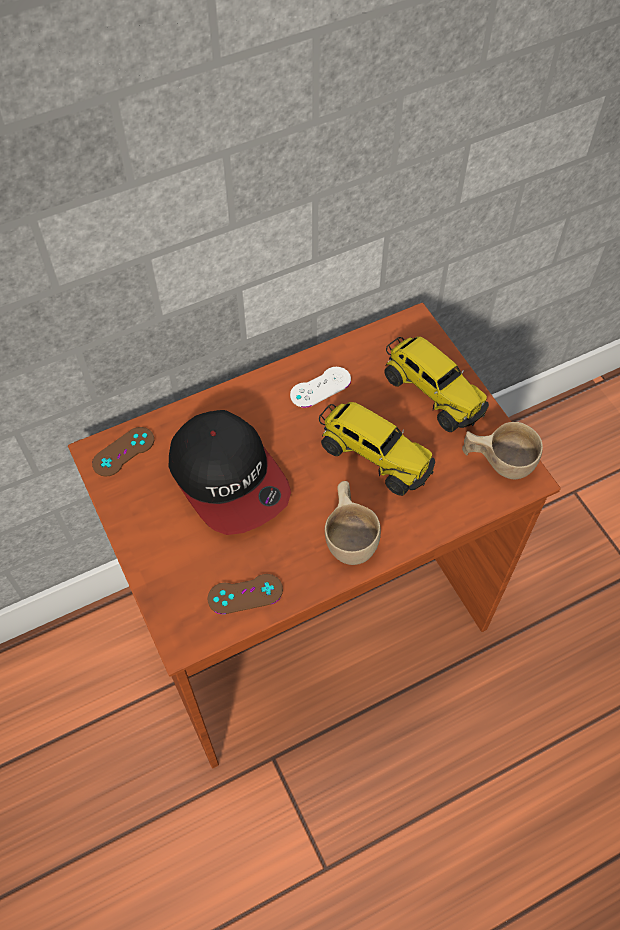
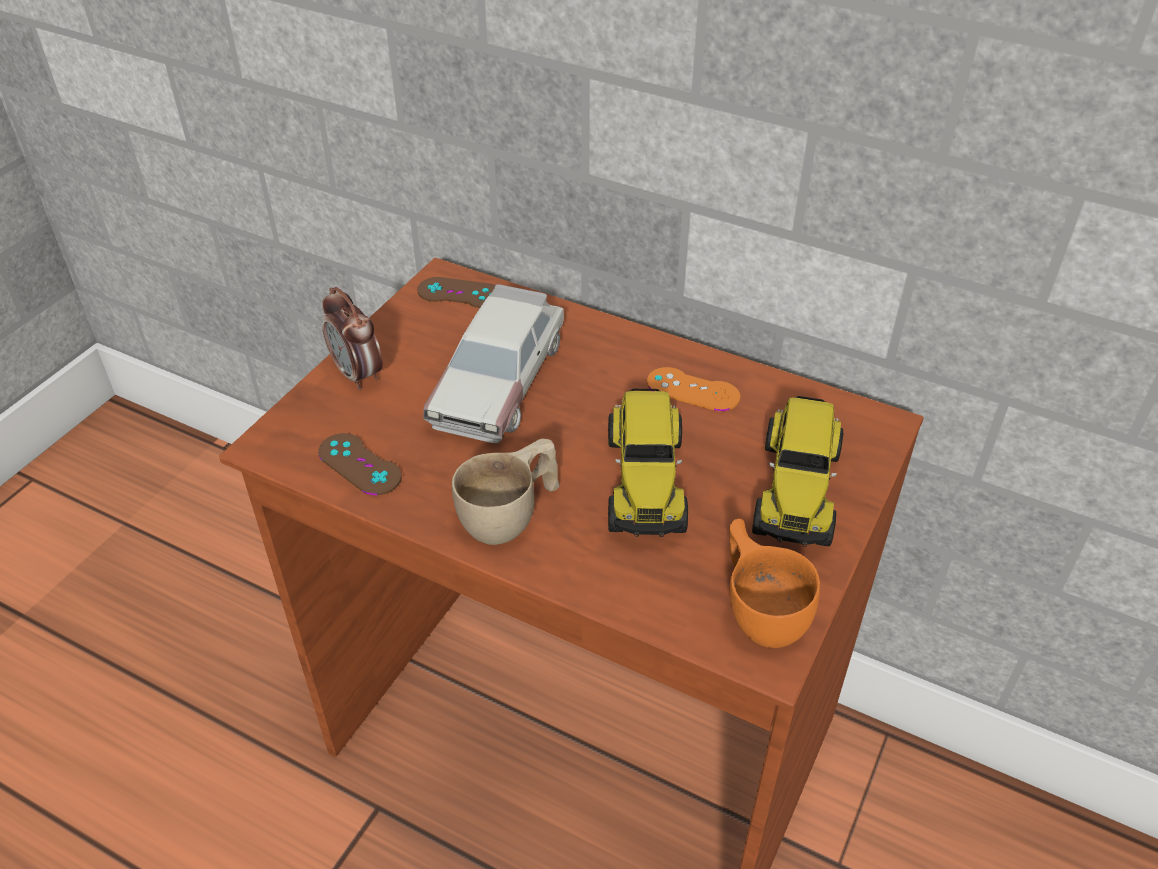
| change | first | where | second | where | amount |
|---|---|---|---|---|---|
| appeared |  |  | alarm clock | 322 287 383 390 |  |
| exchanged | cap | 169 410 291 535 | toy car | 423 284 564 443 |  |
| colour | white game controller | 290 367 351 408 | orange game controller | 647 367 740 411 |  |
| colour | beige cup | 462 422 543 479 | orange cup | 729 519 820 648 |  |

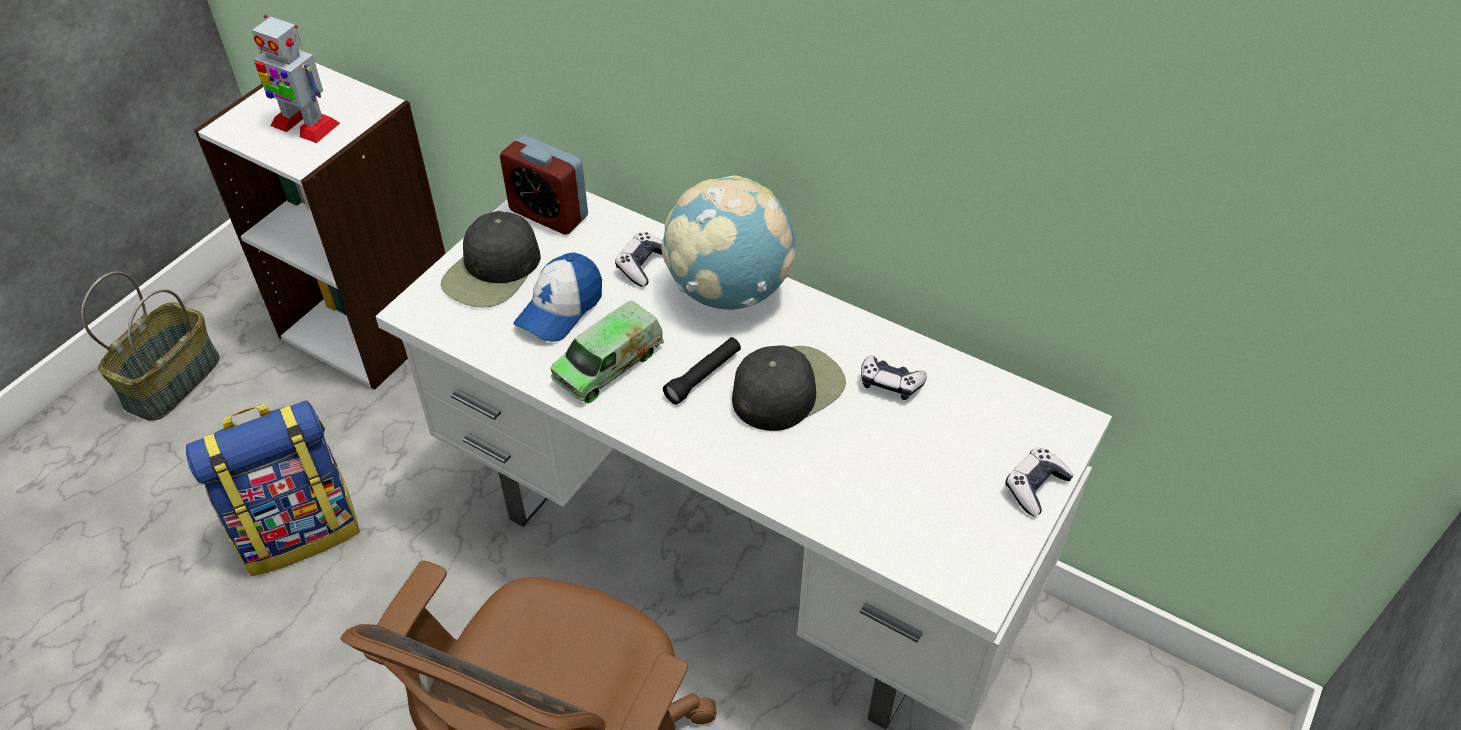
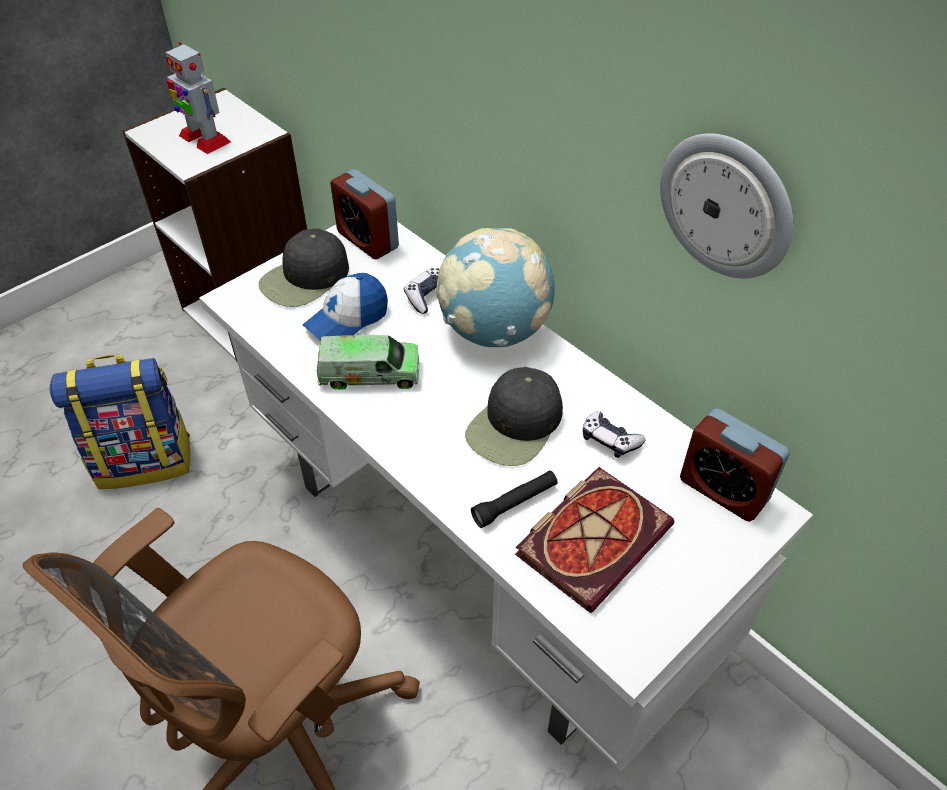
| change | first | where | second | where | amount |
|---|---|---|---|---|---|
| spun | toy truck | 550 300 664 403 |  | 317 335 419 390 | 150 degrees counterclockwise |
| spun | black cap | 732 345 846 431 |  | 465 367 563 466 | 150 degrees clockwise |
| relocated | black flashlight | 663 337 741 405 |  | 471 470 558 528 |  |
| appeared |  |  | book | 515 467 674 613 |  |
| appeared |  |  | wall clock | 660 133 793 278 |  |
| appeared |  |  | alarm clock | 680 408 789 522 |  |
| missing | basket | 81 272 220 421 |  |  |  |
| missing | game controller | 1006 447 1074 516 |  |  |  |

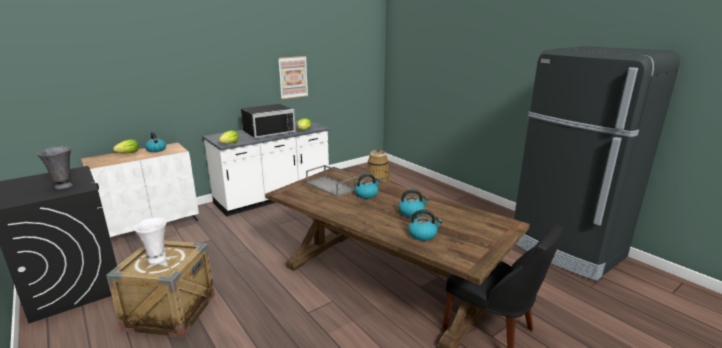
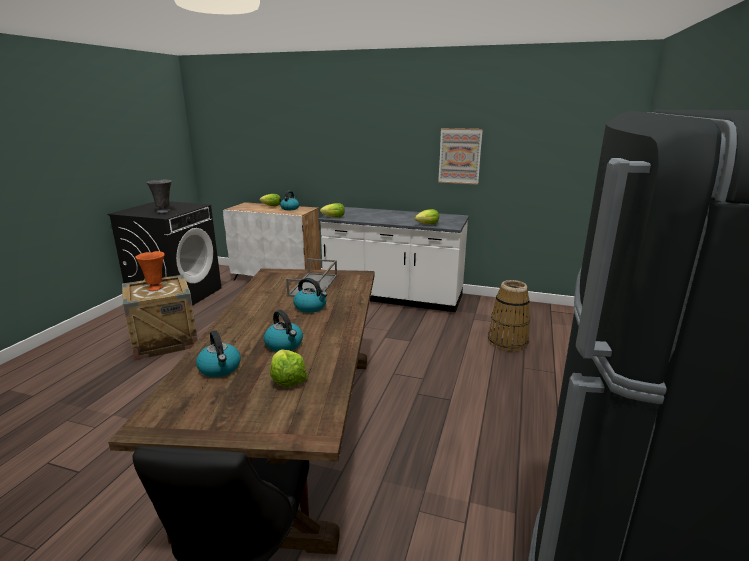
| change | first | where | second | where | amount |
|---|---|---|---|---|---|
| colour | white vase | 134 218 167 264 | orange vase | 135 251 165 291 |  |
| appeared |  |  | lettuce | 270 349 307 387 |  |
| missing | black microwave | 241 104 295 138 |  |  |  |

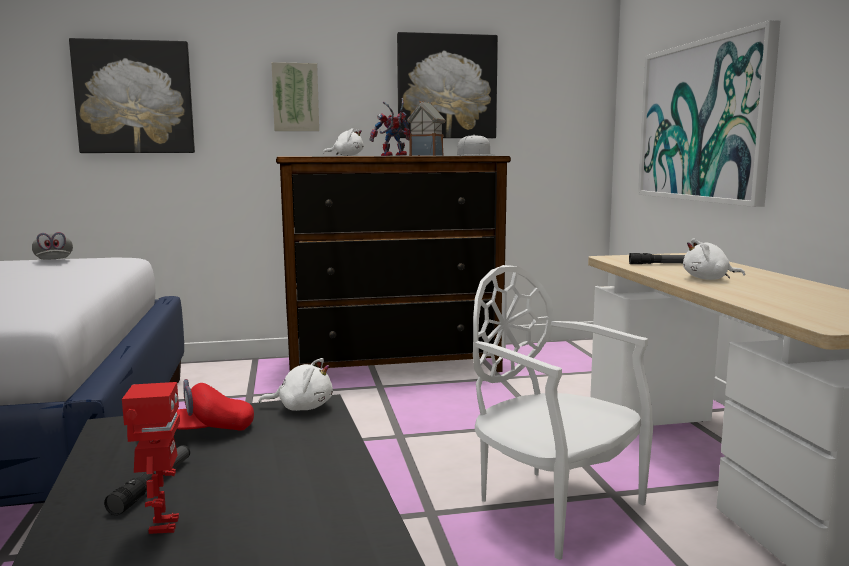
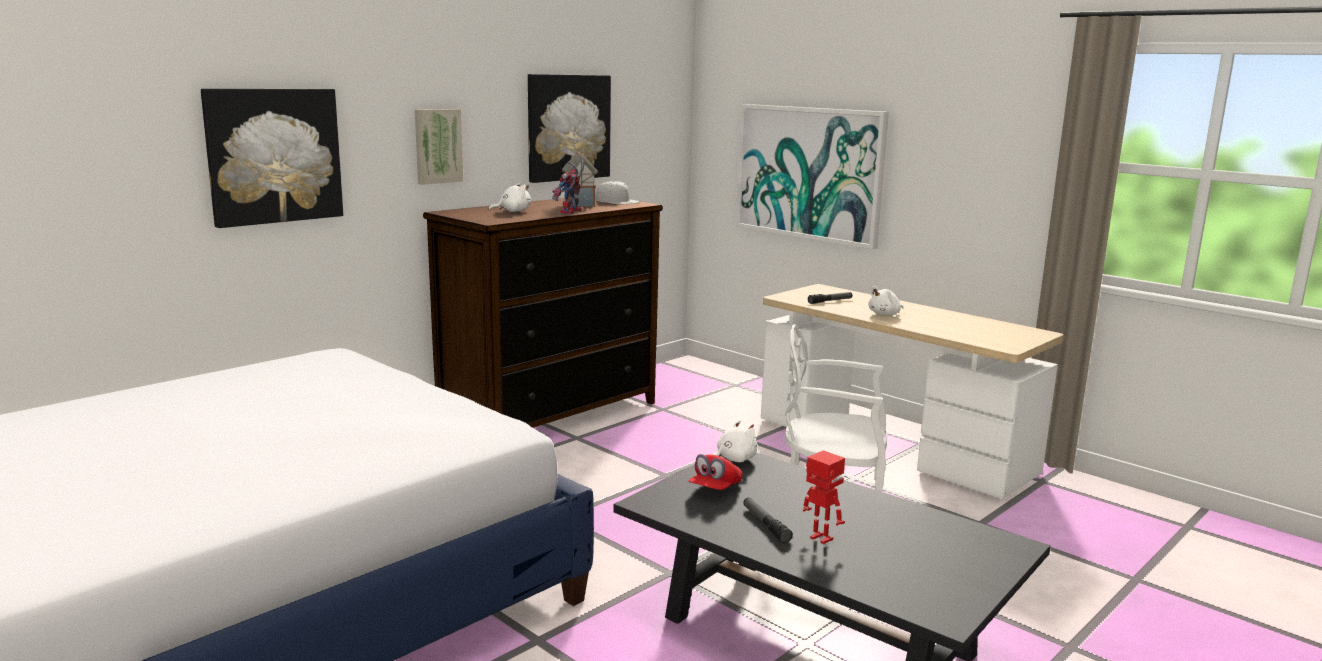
| change | first | where | second | where | amount |
|---|---|---|---|---|---|
| missing | grey cap | 32 232 73 259 |  |  |  |

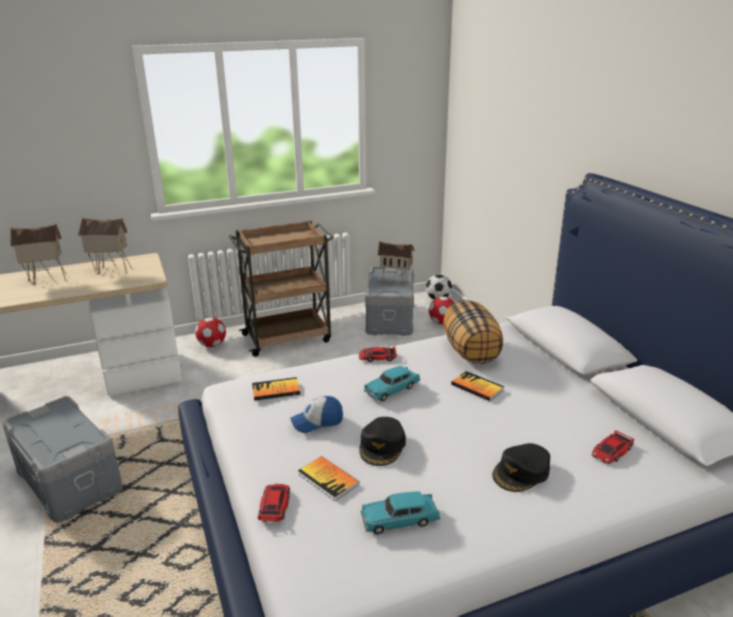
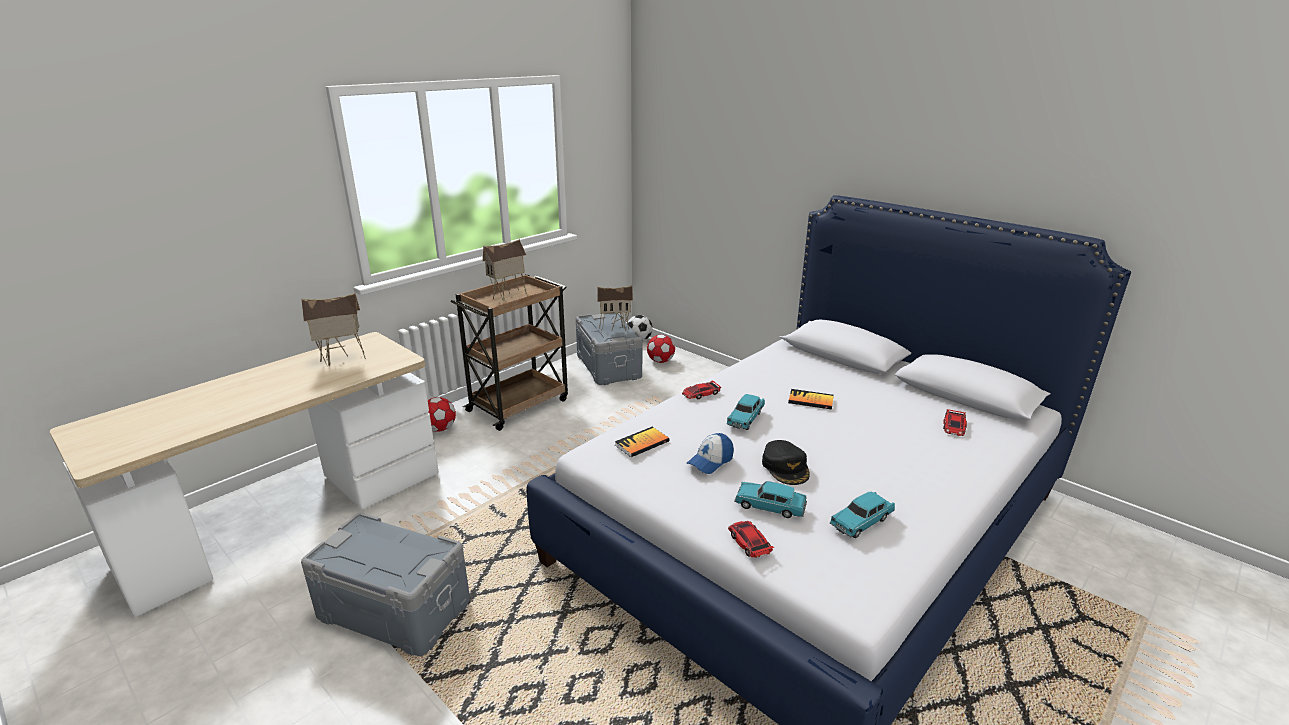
| change | first | where | second | where | amount |
|---|---|---|---|---|---|
| relocated | toy house | 10 224 67 286 |  | 483 239 527 301 |  |
| exchanged | book | 298 456 359 501 | turquoise toy car | 734 481 807 518 |  |
| missing | pillow | 443 300 503 364 |  |  |  |
| missing | black cap | 492 443 550 492 |  |  |  |

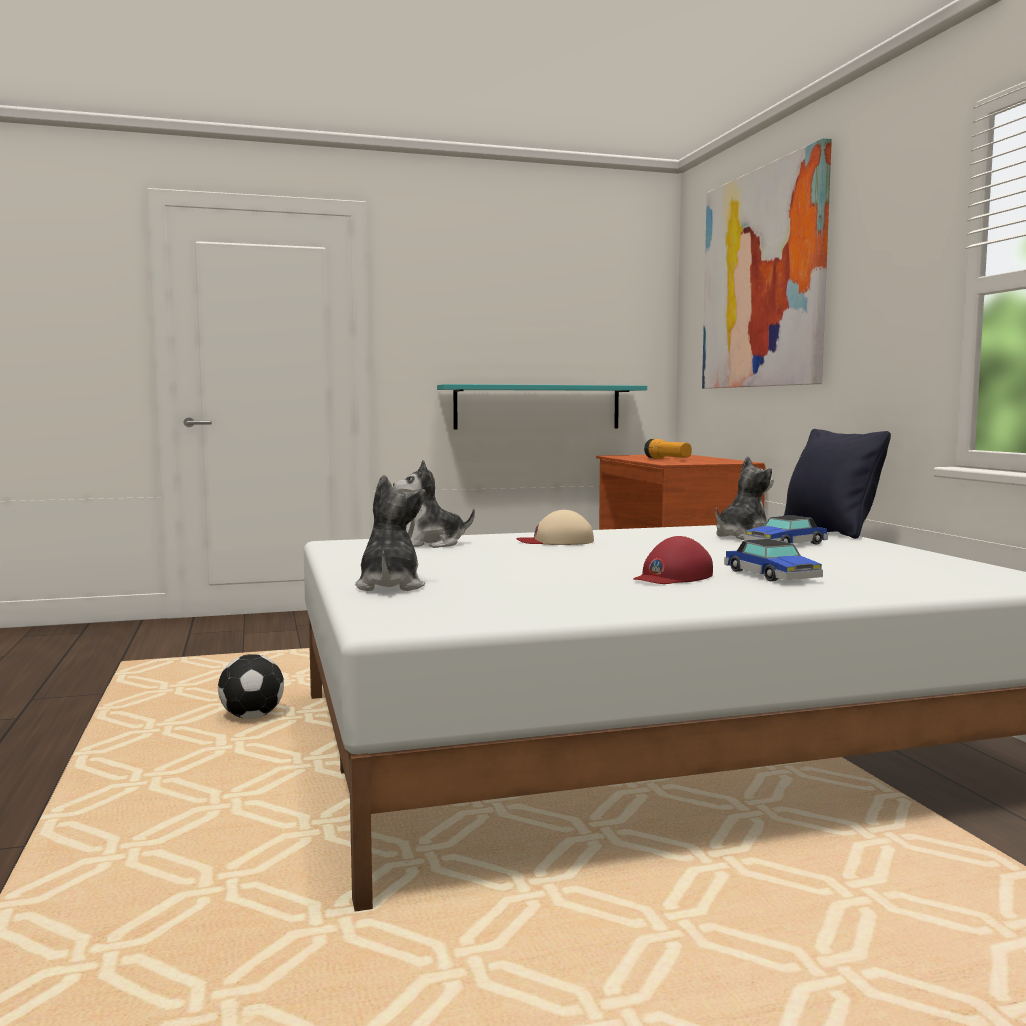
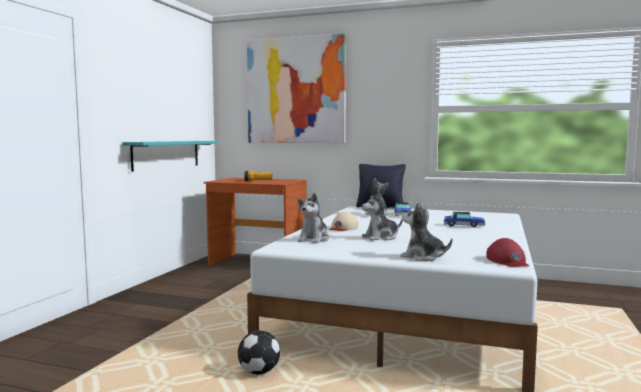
| change | first | where | second | where | amount |
|---|---|---|---|---|---|
| appeared |  |  | plush toy | 361 192 403 241 |  |
| relocated | red cap | 633 536 713 584 |  | 486 238 529 267 |  |

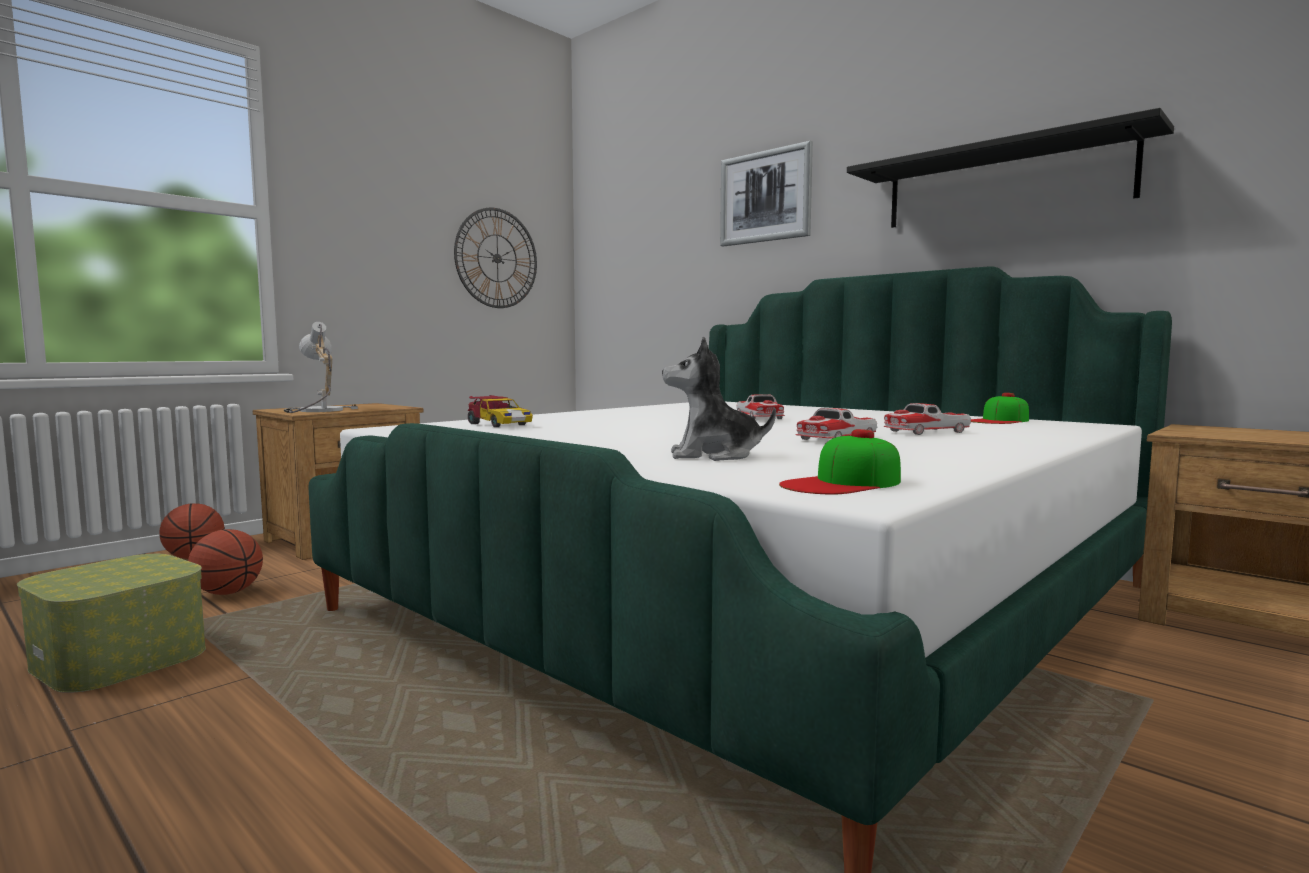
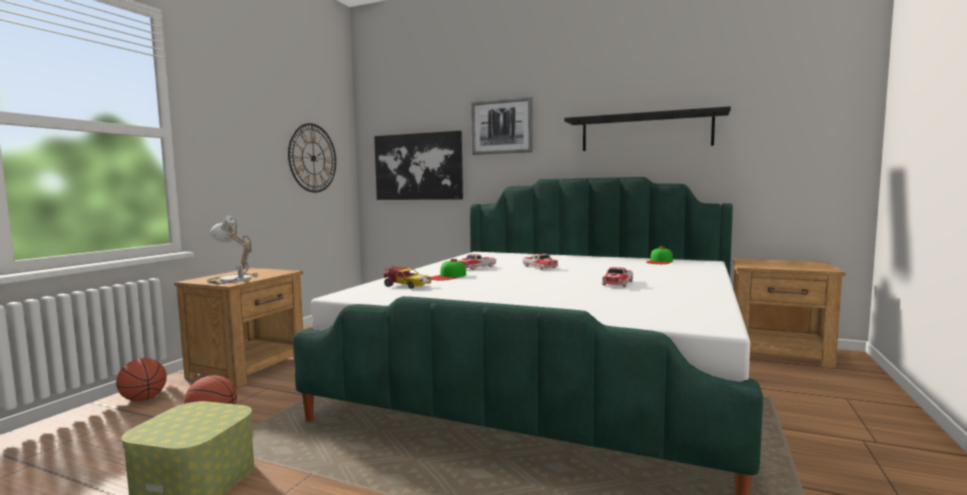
| change | first | where | second | where | amount |
|---|---|---|---|---|---|
| appeared |  |  | picture | 374 131 463 200 |  |
| relocated | cap | 779 429 901 494 |  | 431 259 466 281 |  |
| relocated | toy car | 883 403 971 435 |  | 458 254 496 270 |  |
| missing | plush toy | 662 336 776 461 |  |  |  |

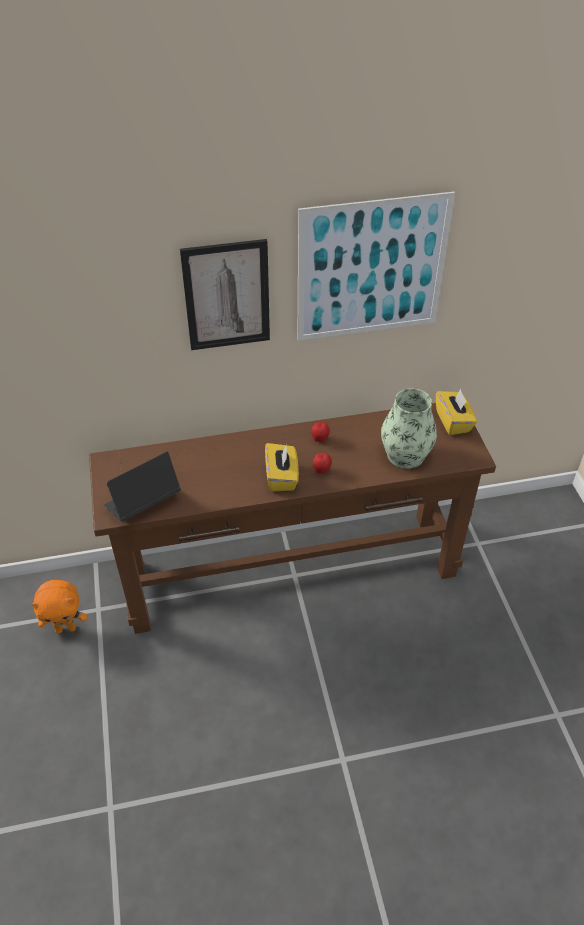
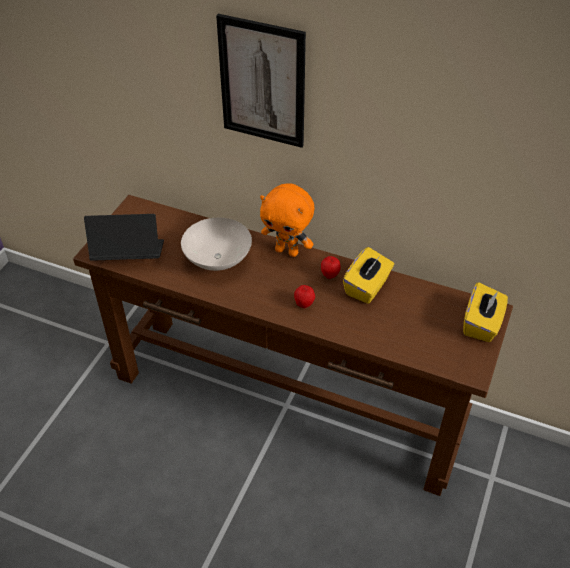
| change | first | where | second | where | amount |
|---|---|---|---|---|---|
| appeared |  |  | white bowl | 181 218 252 271 |  |
| relocated | orange plush toy | 32 580 87 634 |  | 260 183 314 257 |  |
| relocated | yellow tissue box | 265 443 299 492 |  | 343 247 394 304 |  |
| missing | picture | 298 192 455 341 |  |  |  |
| missing | vase | 381 388 437 469 |  |  |  |

